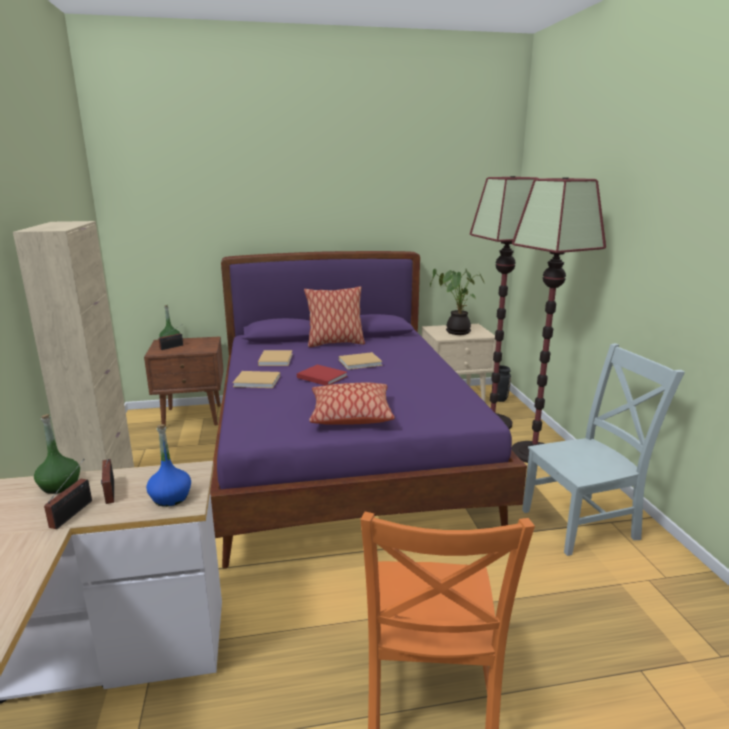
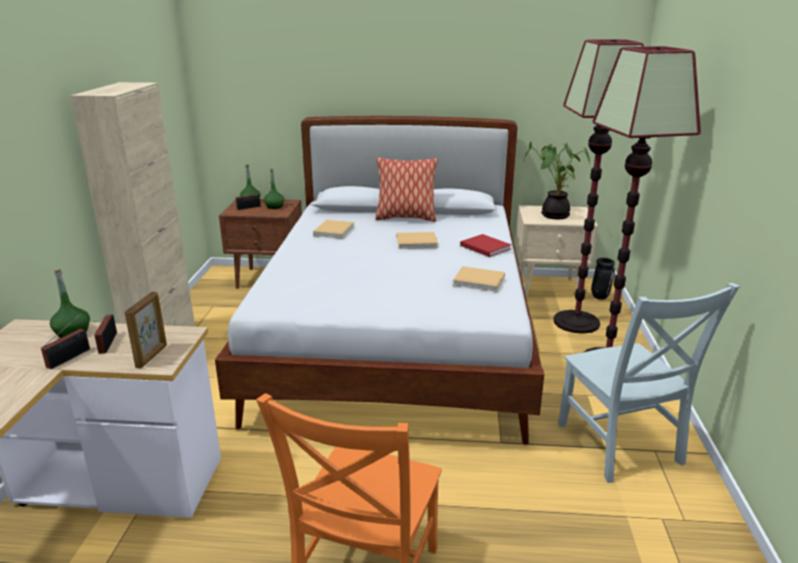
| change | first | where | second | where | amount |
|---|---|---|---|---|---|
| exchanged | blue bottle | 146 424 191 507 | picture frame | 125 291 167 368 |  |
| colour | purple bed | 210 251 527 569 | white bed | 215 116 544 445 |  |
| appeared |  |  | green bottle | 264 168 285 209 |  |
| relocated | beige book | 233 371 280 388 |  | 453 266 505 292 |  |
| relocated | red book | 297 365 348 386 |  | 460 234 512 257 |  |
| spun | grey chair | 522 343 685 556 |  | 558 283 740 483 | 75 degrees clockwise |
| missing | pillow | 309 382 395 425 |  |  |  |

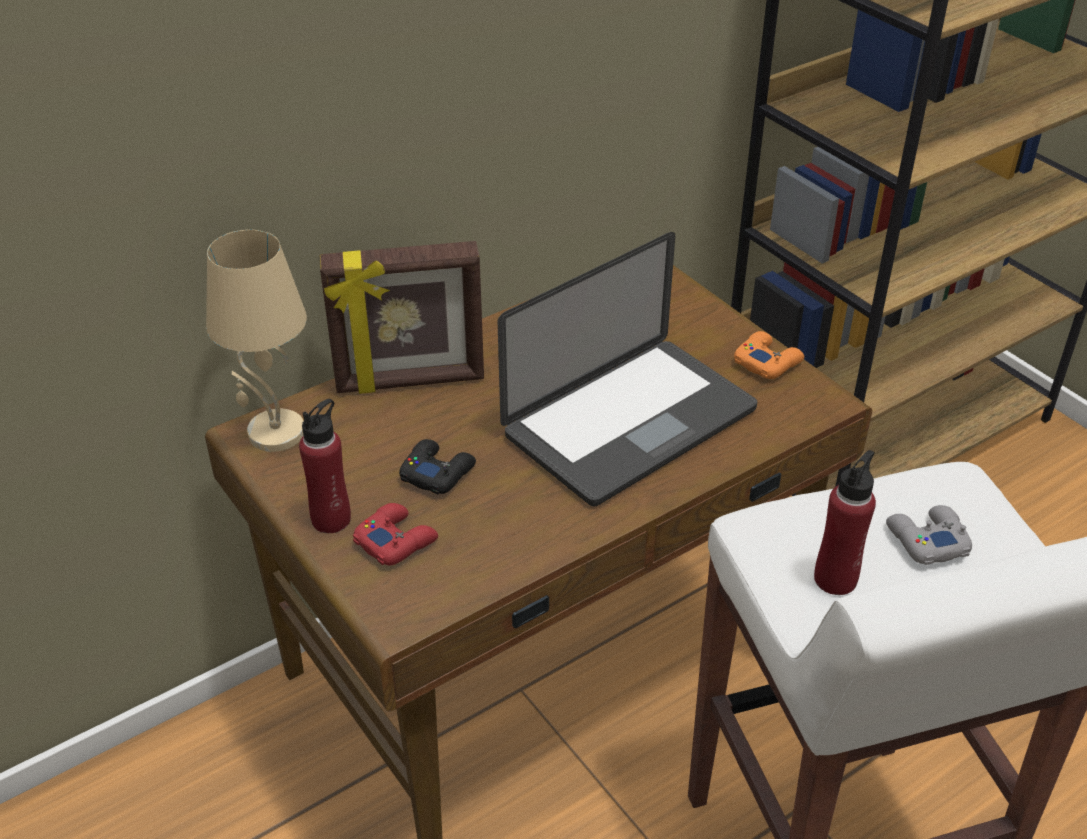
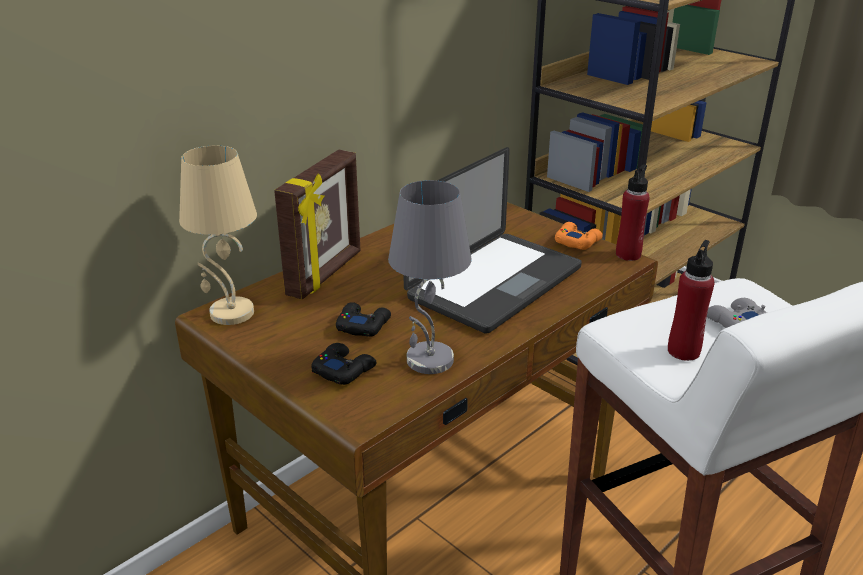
| change | first | where | second | where | amount |
|---|---|---|---|---|---|
| spun | picture frame | 320 241 484 394 |  | 274 150 360 300 | 45 degrees counterclockwise |
| colour | red game controller | 353 503 438 565 | black game controller | 311 343 377 385 |  |
| appeared |  |  | grey table lamp | 388 180 472 374 |  |
| relocated | red bottle | 299 399 351 533 |  | 616 164 650 261 |  |

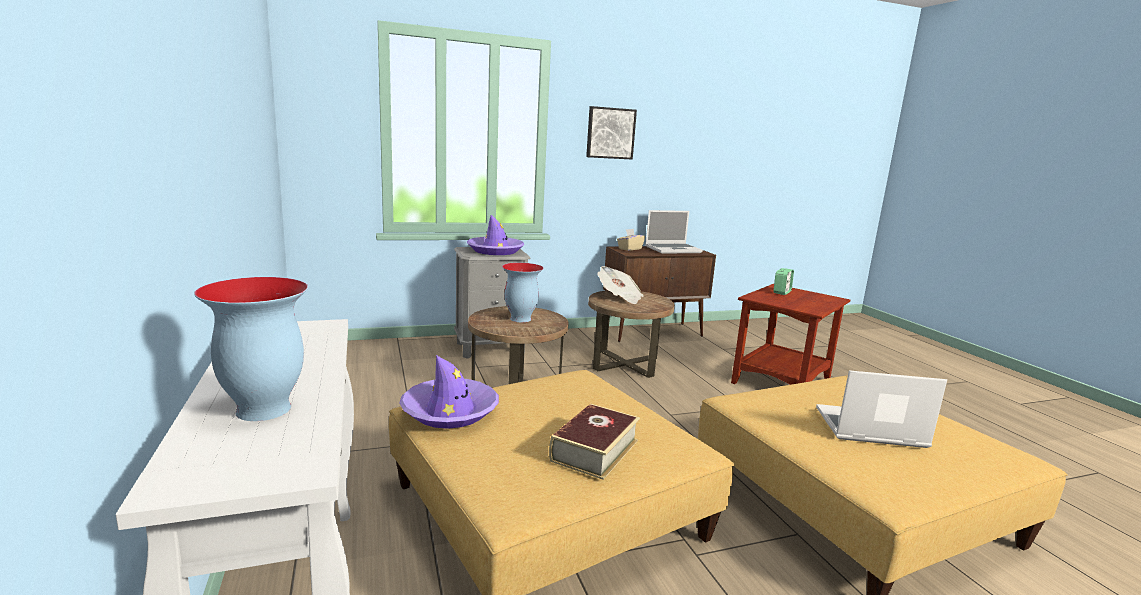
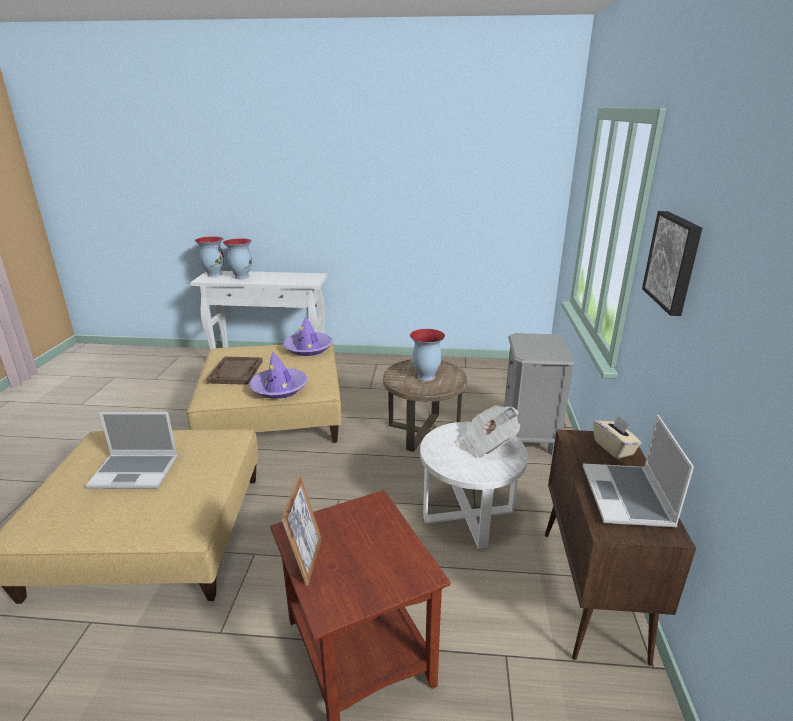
| change | first | where | second | where | amount |
|---|---|---|---|---|---|
| spun | laptop | 816 370 947 448 |  | 85 412 178 489 | 60 degrees clockwise |
| appeared |  |  | vase | 195 236 224 277 |  |
| exchanged | book | 549 403 640 480 | brown tray | 206 357 263 385 |  |
| relocated | purple hat | 467 215 524 255 |  | 249 352 308 399 |  |
| appeared |  |  | picture frame | 281 475 322 586 |  |
| colour | brown side table | 588 290 675 378 | white side table | 420 422 528 549 |  |
| missing | alarm clock | 774 268 794 295 |  |  |  |

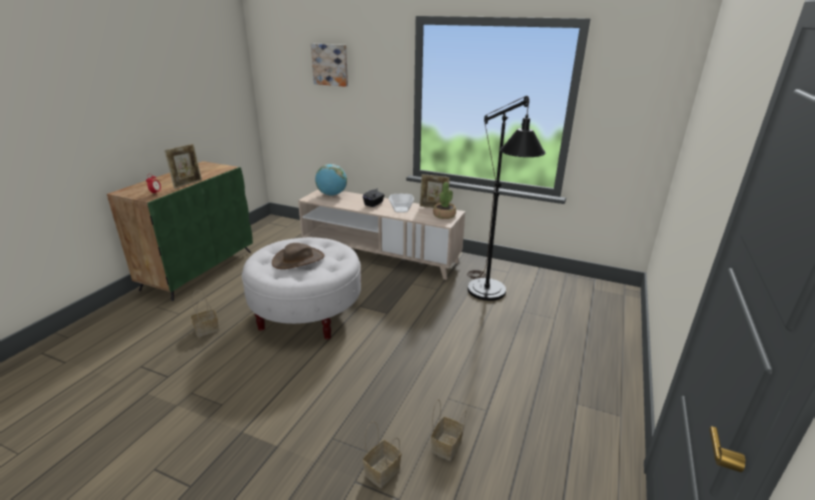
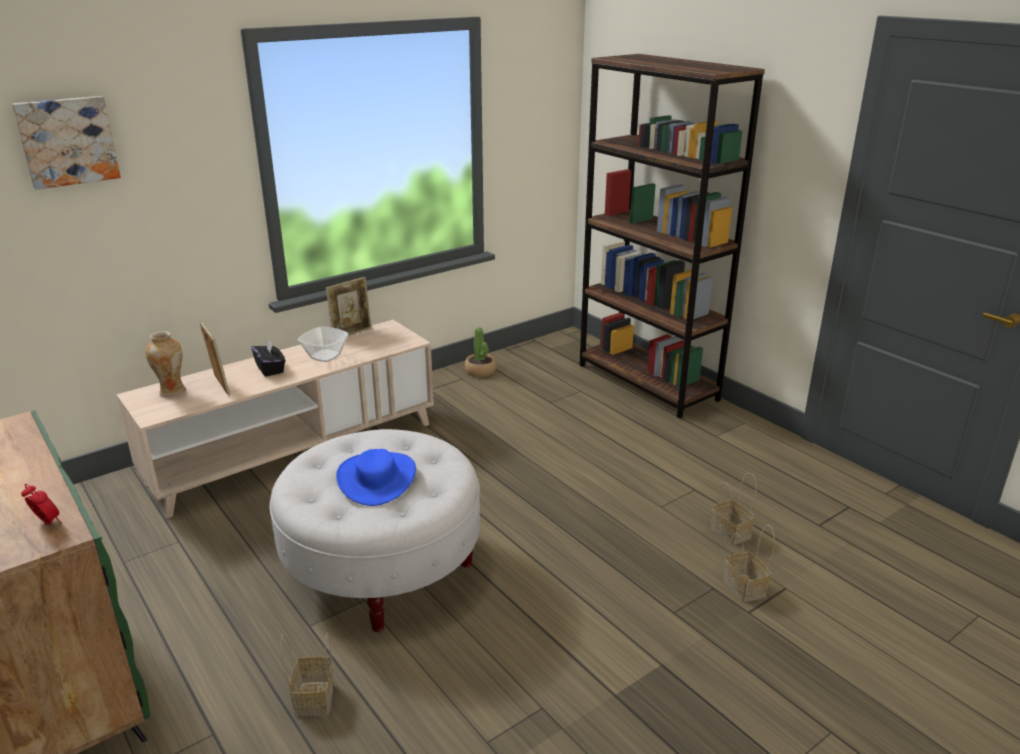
| change | first | where | second | where | amount |
|---|---|---|---|---|---|
| exchanged | globe | 315 164 347 196 | vase | 145 331 186 398 |  |
| relocated | picture frame | 164 144 202 189 |  | 200 322 231 396 |  |
| colour | brown hat | 272 243 324 269 | blue hat | 336 449 416 506 |  |
| relocated | potted plant | 433 182 456 219 |  | 465 327 496 377 |  |
| appeared |  |  | brown bookcase | 579 54 765 419 |  |
| missing | black floor lamp | 467 96 546 301 |  |  |  |

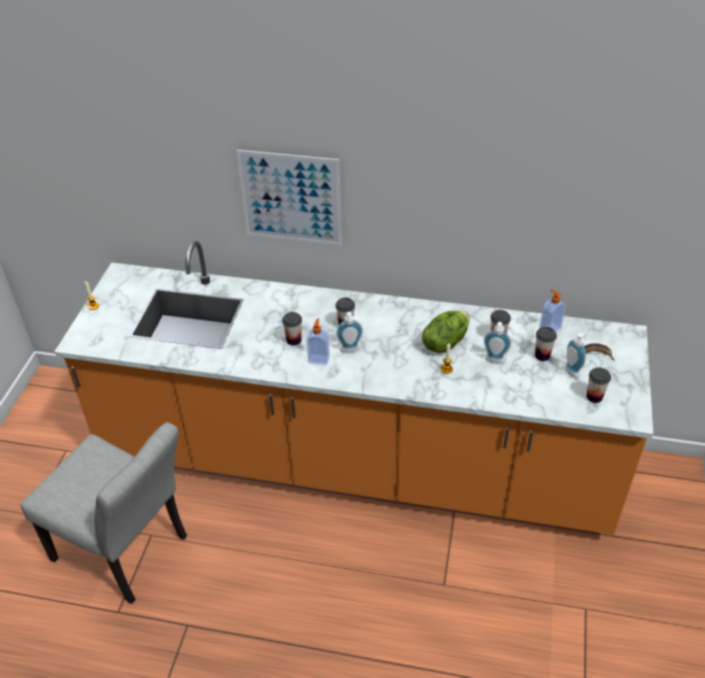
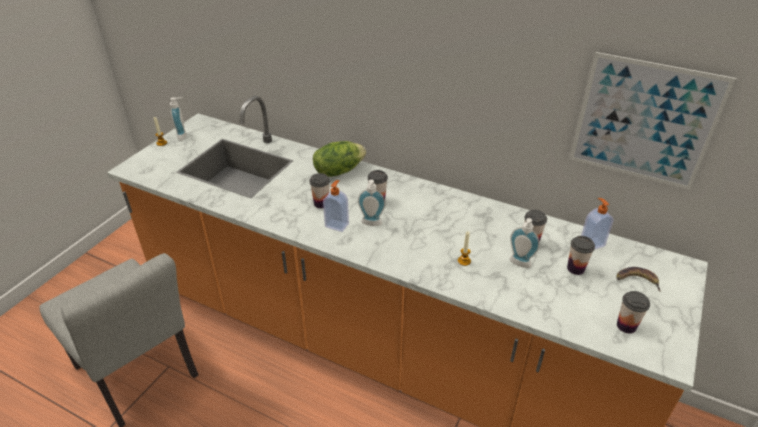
| change | first | where | second | where | amount |
|---|---|---|---|---|---|
| relocated | soap dispenser | 564 332 590 379 |  | 170 97 186 140 |  |
| relocated | lettuce | 422 310 470 353 |  | 313 141 366 177 |  |
| relocated | picture | 236 150 342 245 |  | 570 52 736 190 |  |

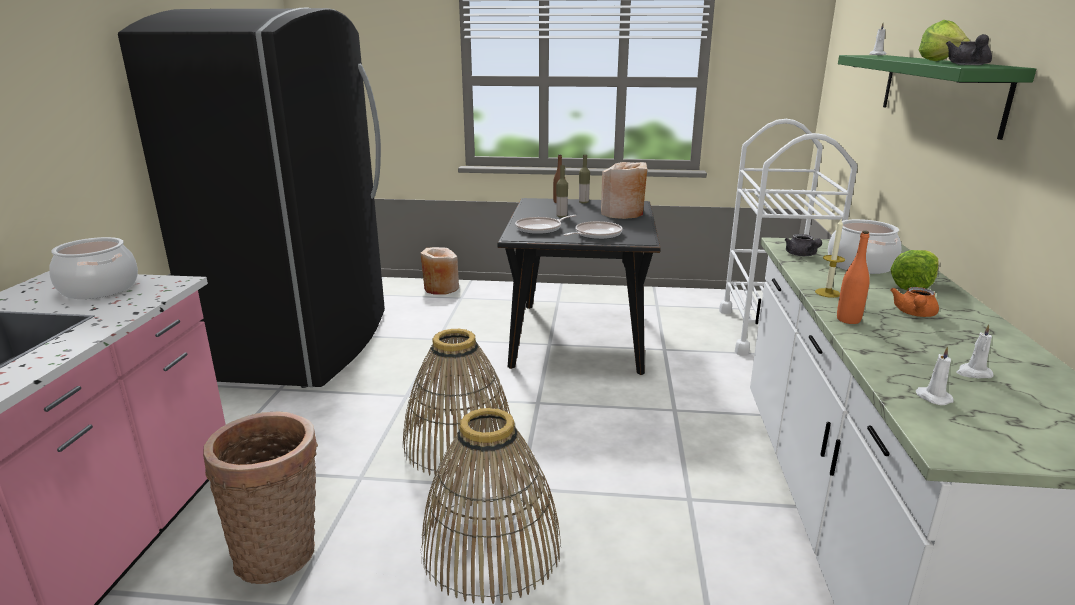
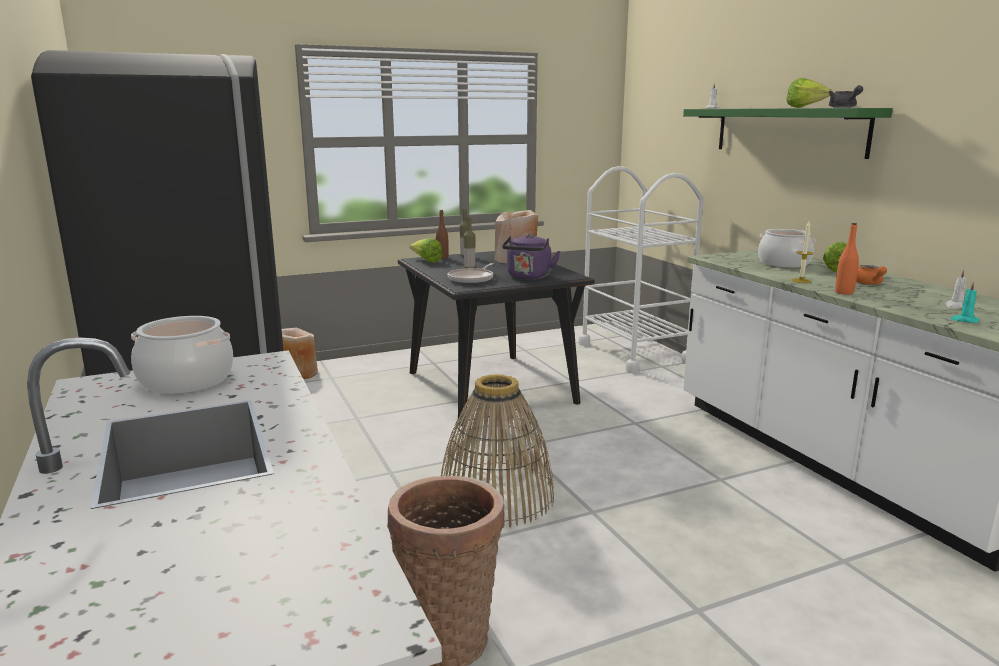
| change | first | where | second | where | amount |
|---|---|---|---|---|---|
| appeared |  |  | lettuce | 410 238 443 262 |  |
| exchanged | frying pan | 564 221 623 239 | purple kettle | 502 234 561 280 |  |
| colour | white candle | 916 346 953 405 | turquoise candle | 950 282 979 323 |  |
| missing | basket | 421 408 561 604 |  |  |  |
| missing | grey teapot | 785 234 822 256 |  |  |  |

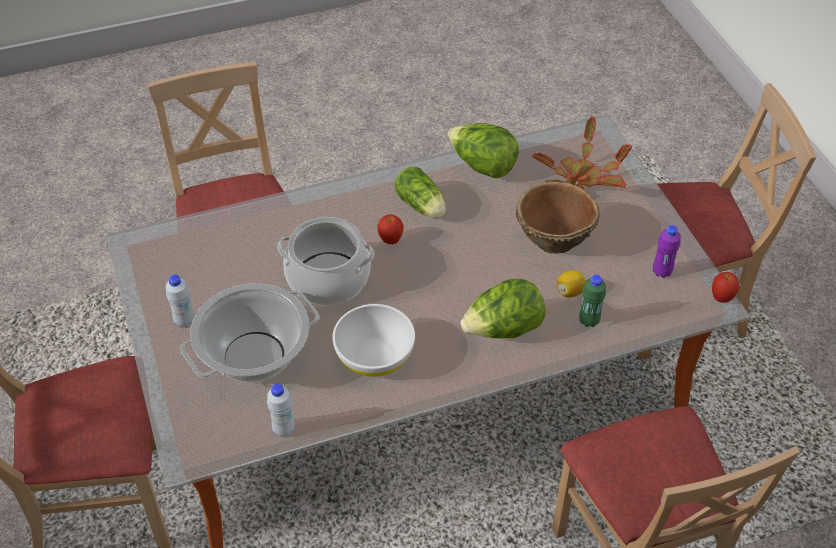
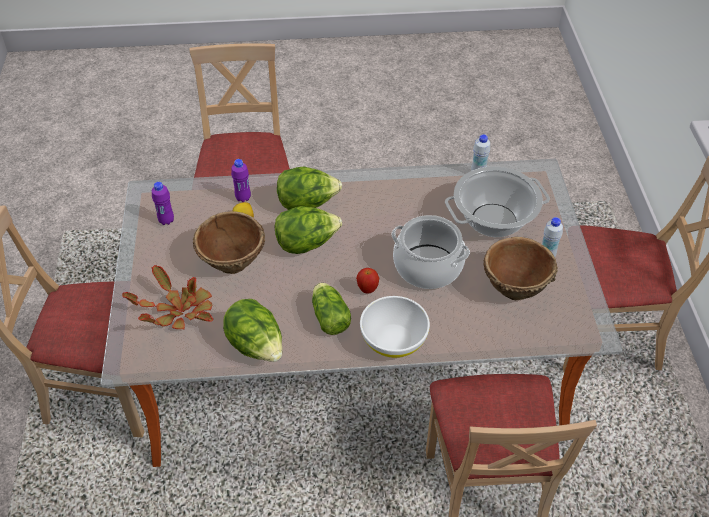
| change | first | where | second | where | amount |
|---|---|---|---|---|---|
| colour | green bottle | 579 274 606 327 | purple bottle | 231 159 251 202 |  |
| appeared |  |  | lettuce | 274 206 342 254 |  |
| relocated | white bowl | 332 304 415 377 |  | 360 296 430 358 |  |
| appeared |  |  | brown bowl | 483 237 558 300 |  |
| missing | apple | 712 272 740 303 |  |  |  |

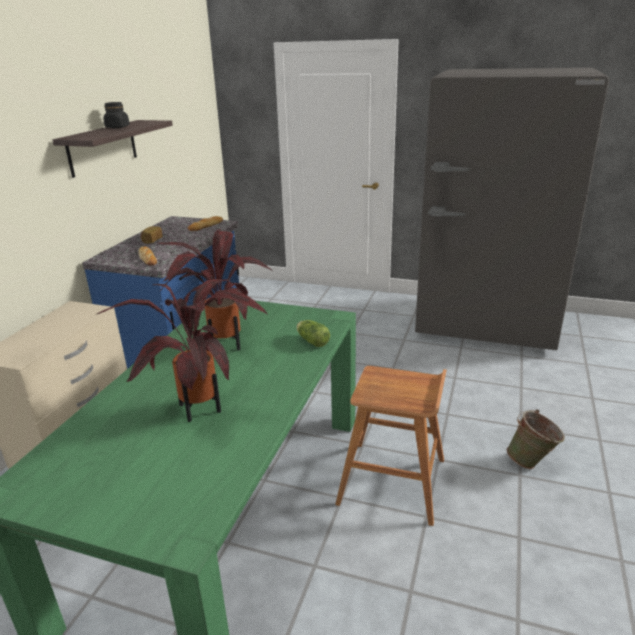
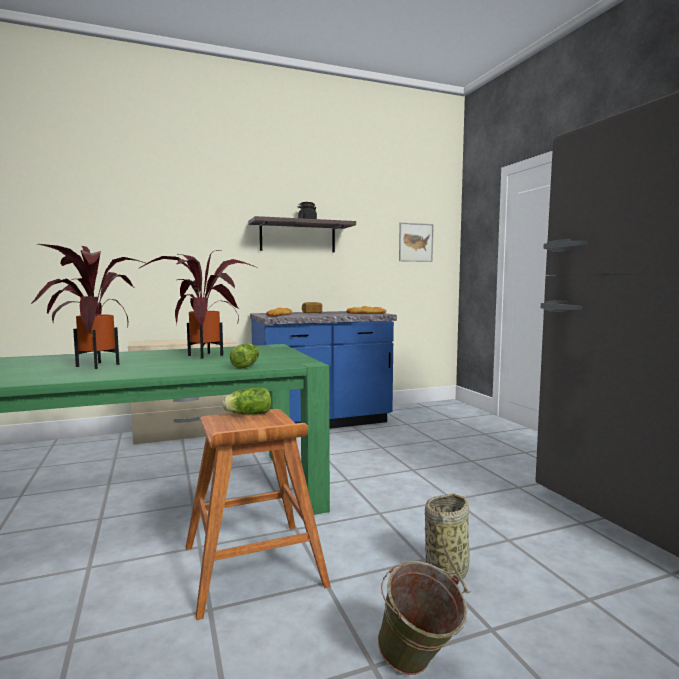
| change | first | where | second | where | amount |
|---|---|---|---|---|---|
| appeared |  |  | lettuce | 222 387 271 415 |  |
| appeared |  |  | picture | 399 222 434 262 |  |
| appeared |  |  | basket | 425 493 471 593 |  |

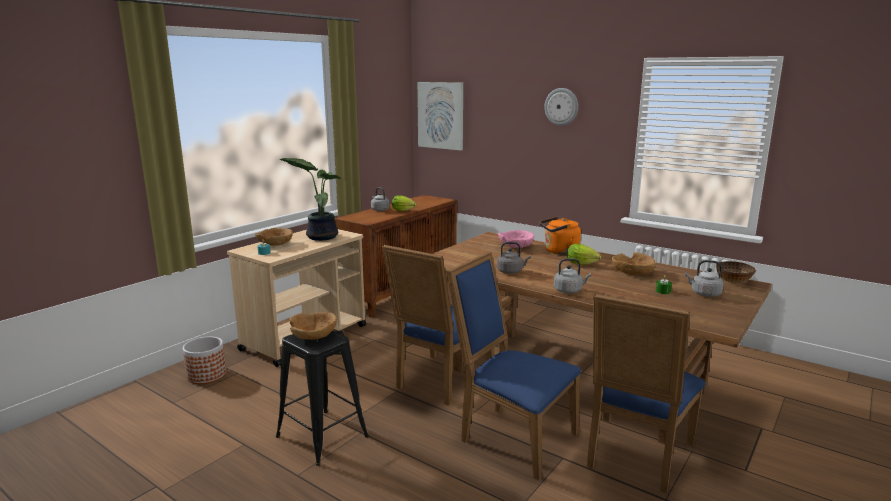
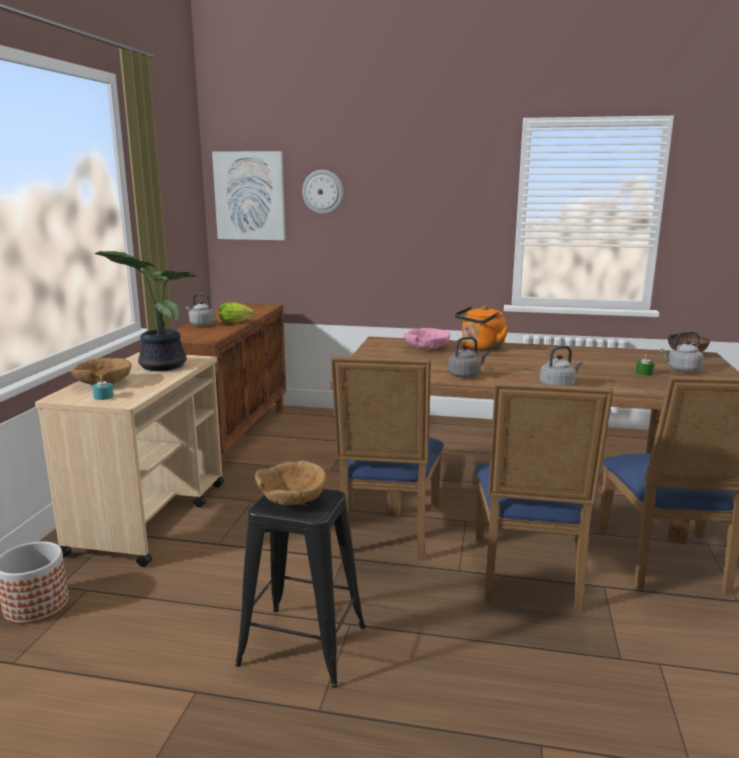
| change | first | where | second | where | amount |
|---|---|---|---|---|---|
| relocated | wall clock | 544 88 578 126 |  | 302 170 344 214 |  |
| spun | blue chair | 447 252 581 480 |  | 475 382 613 611 | 90 degrees counterclockwise |
| missing | lettuce | 567 244 601 265 |  |  |  |
| missing | brown bowl | 612 253 656 275 |  |  |  |

